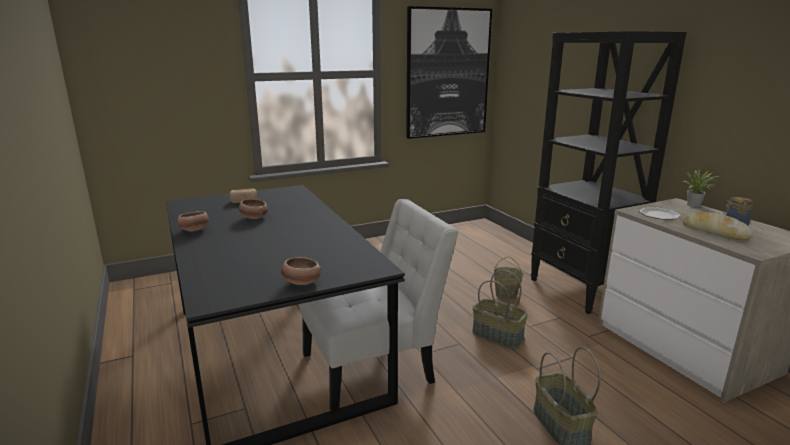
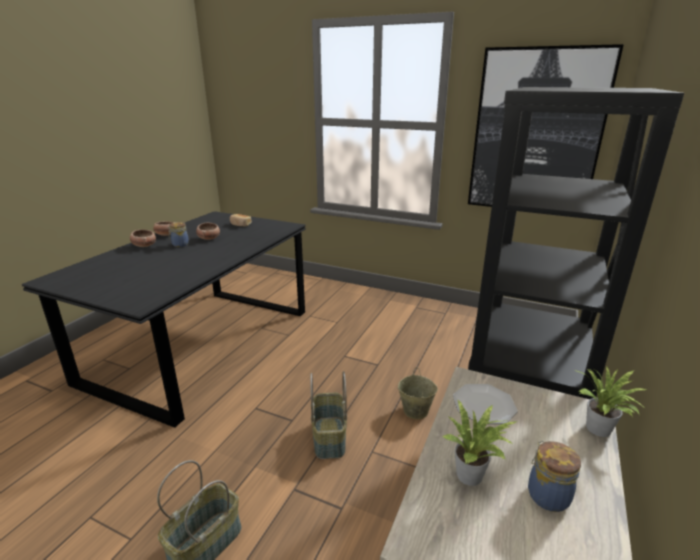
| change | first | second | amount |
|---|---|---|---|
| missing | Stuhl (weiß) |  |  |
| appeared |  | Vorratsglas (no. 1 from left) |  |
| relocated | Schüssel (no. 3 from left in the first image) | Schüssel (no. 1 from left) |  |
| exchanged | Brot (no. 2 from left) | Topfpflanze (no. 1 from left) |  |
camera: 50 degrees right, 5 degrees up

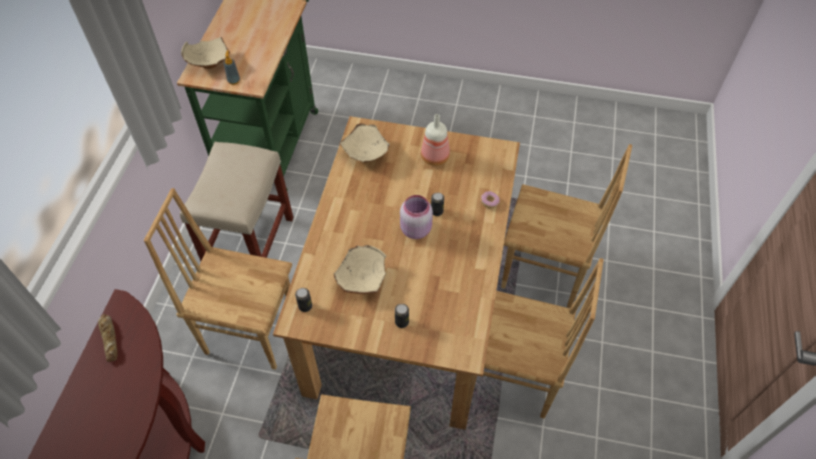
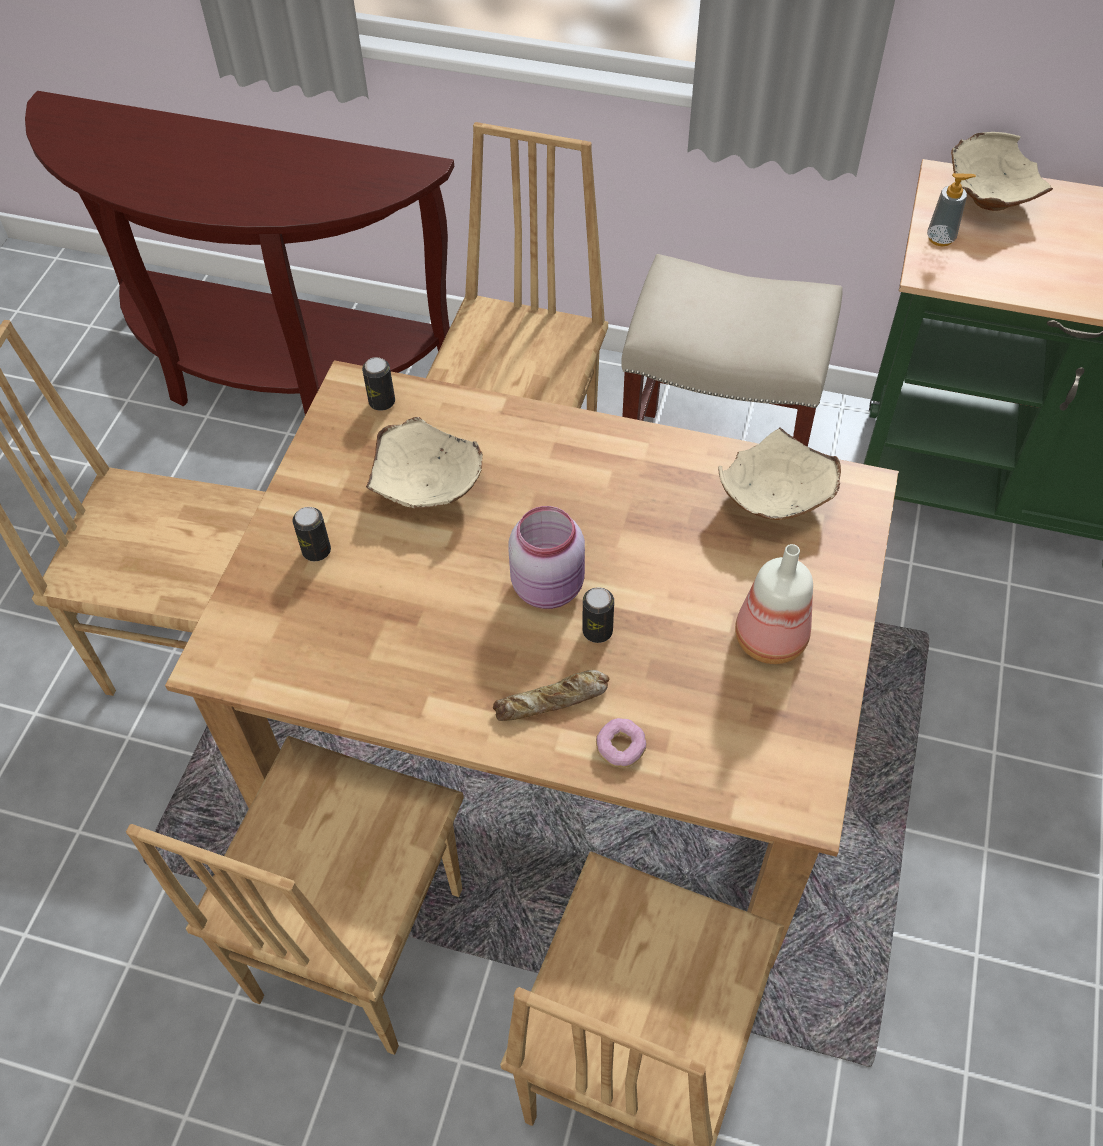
| change | first | second | amount |
|---|---|---|---|
| relocated | Brot |  |  |
camera: 95 degrees right, 0 degrees up

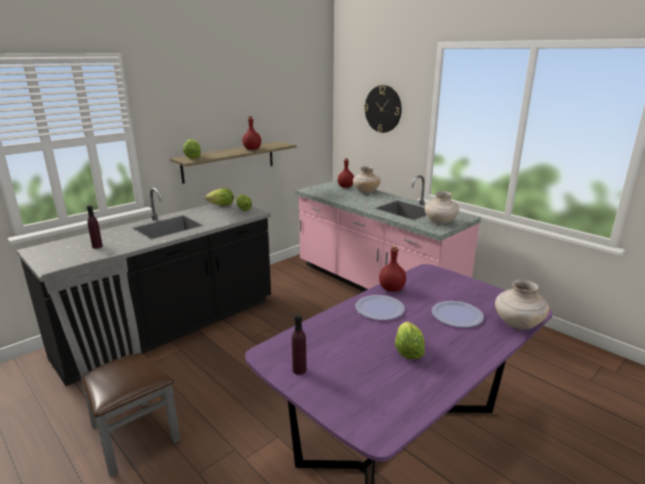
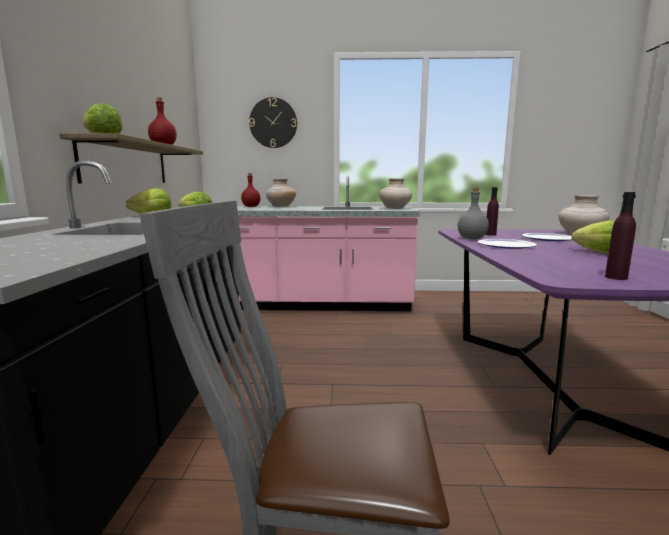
| change | first | second | amount |
|---|---|---|---|
| relocated | Flasche (lila) (no. 1 from left) |  |  |
| colour | Flasche (rot) (no. 3 from left) | Flasche (grau) |  |
camera: 45 degrees left, 10 degrees down

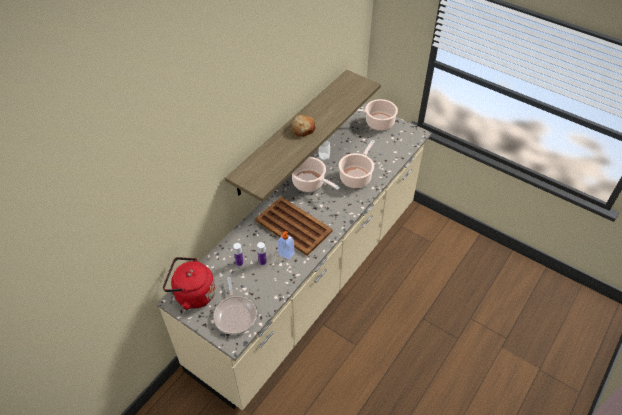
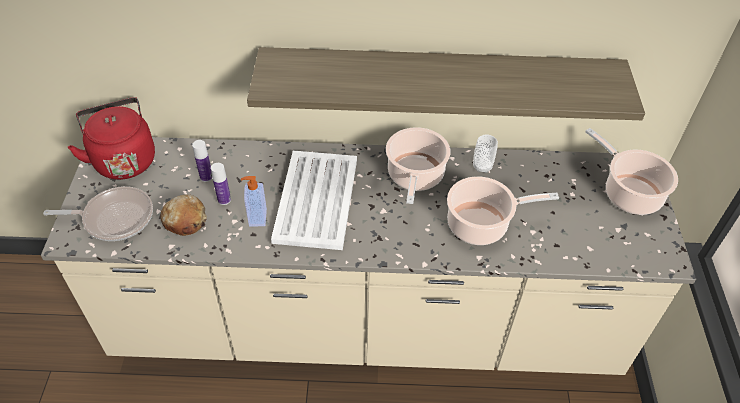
| change | first | second | amount |
|---|---|---|---|
| relocated | Brot |  |  |
| colour | Tablett (braun) | Tablett (weiß) |  |
| spun | Pfanne |  | 135 degrees counterclockwise |
camera: 55 degrees right, 0 degrees up

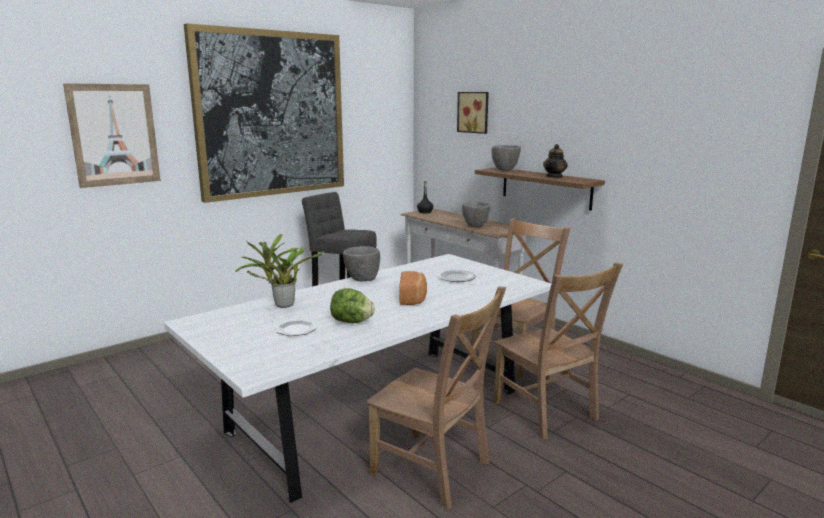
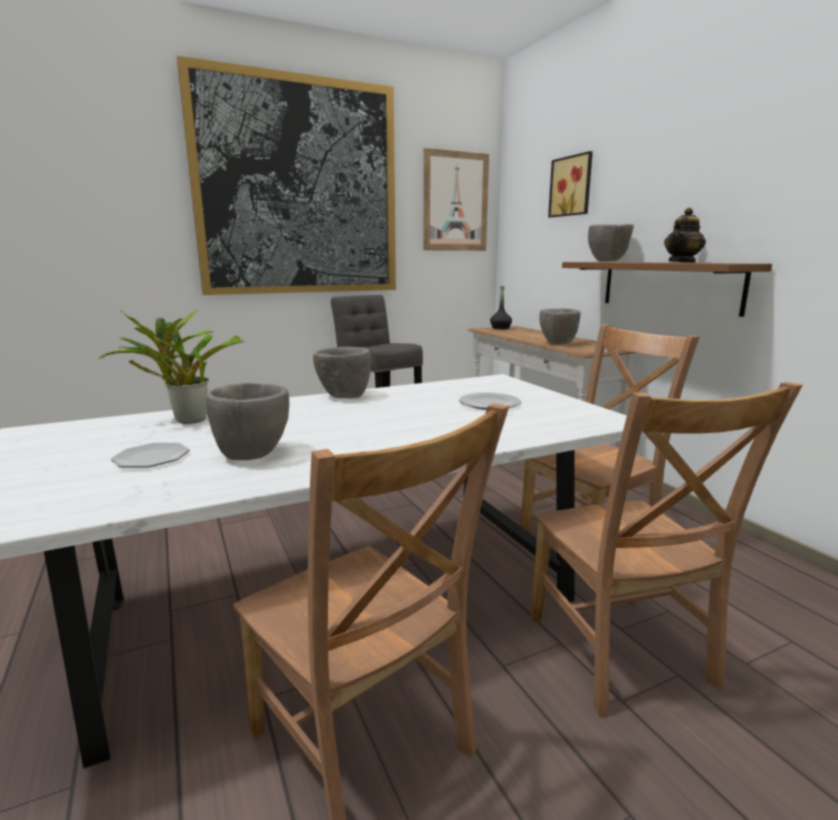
| change | first | second | amount |
|---|---|---|---|
| missing | Brot |  |  |
| relocated | Bild (no. 1 from left in the first image) | Bild (no. 2 from left) |  |
| exchanged | Salatkopf | Schüssel (grau) (no. 1 from left) |  |
camera: 15 degrees right, 0 degrees up

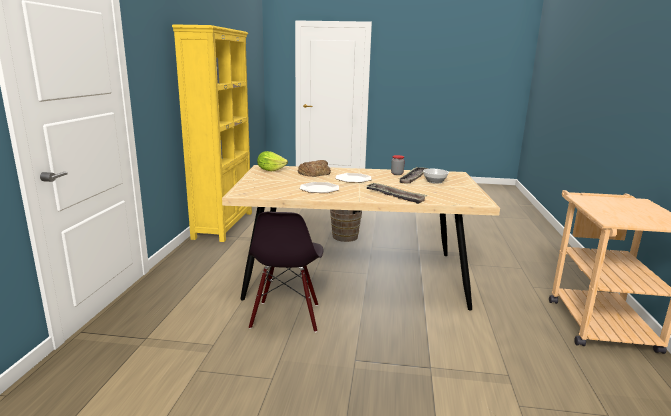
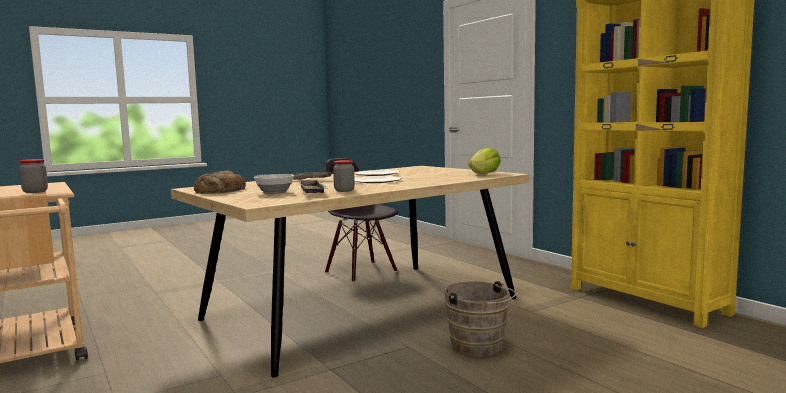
| change | first | second | amount |
|---|---|---|---|
| appeared |  | Vorratsglas (no. 1 from left) |  |
| relocated | Brot |  |  |
camera: 140 degrees right, 10 degrees down

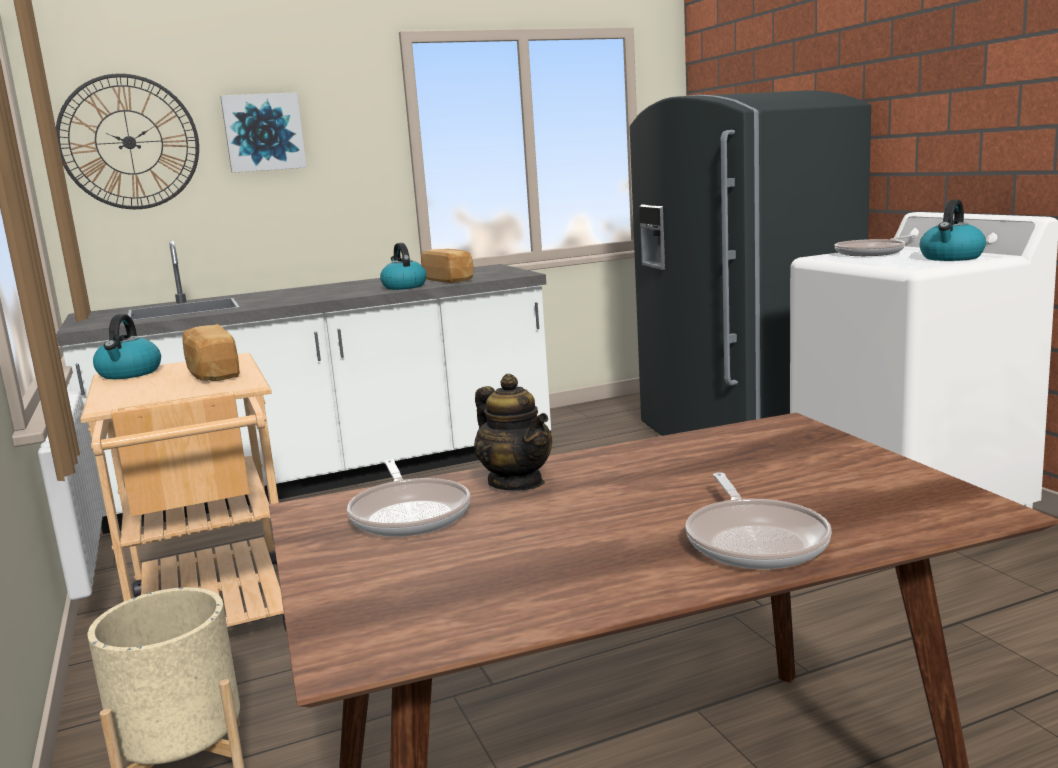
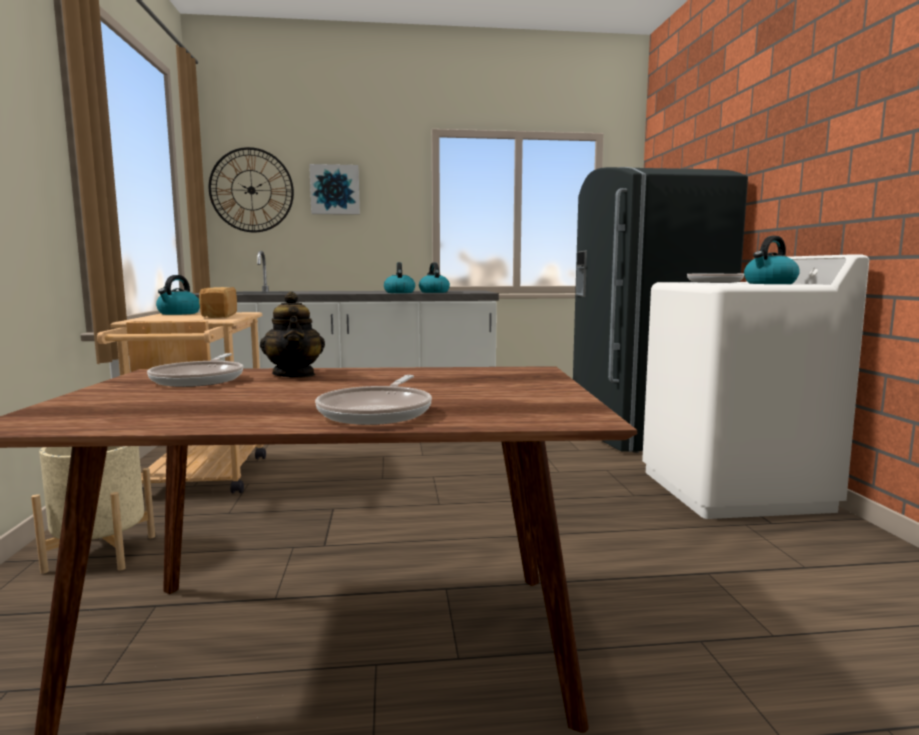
| change | first | second | amount |
|---|---|---|---|
| exchanged | Brot (no. 2 from left) | Wasserkessel (no. 3 from left) |  |
camera: 15 degrees right, 5 degrees down

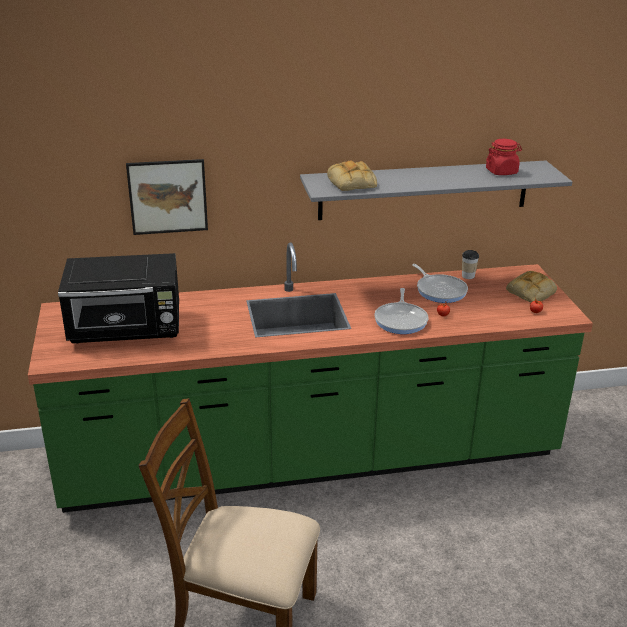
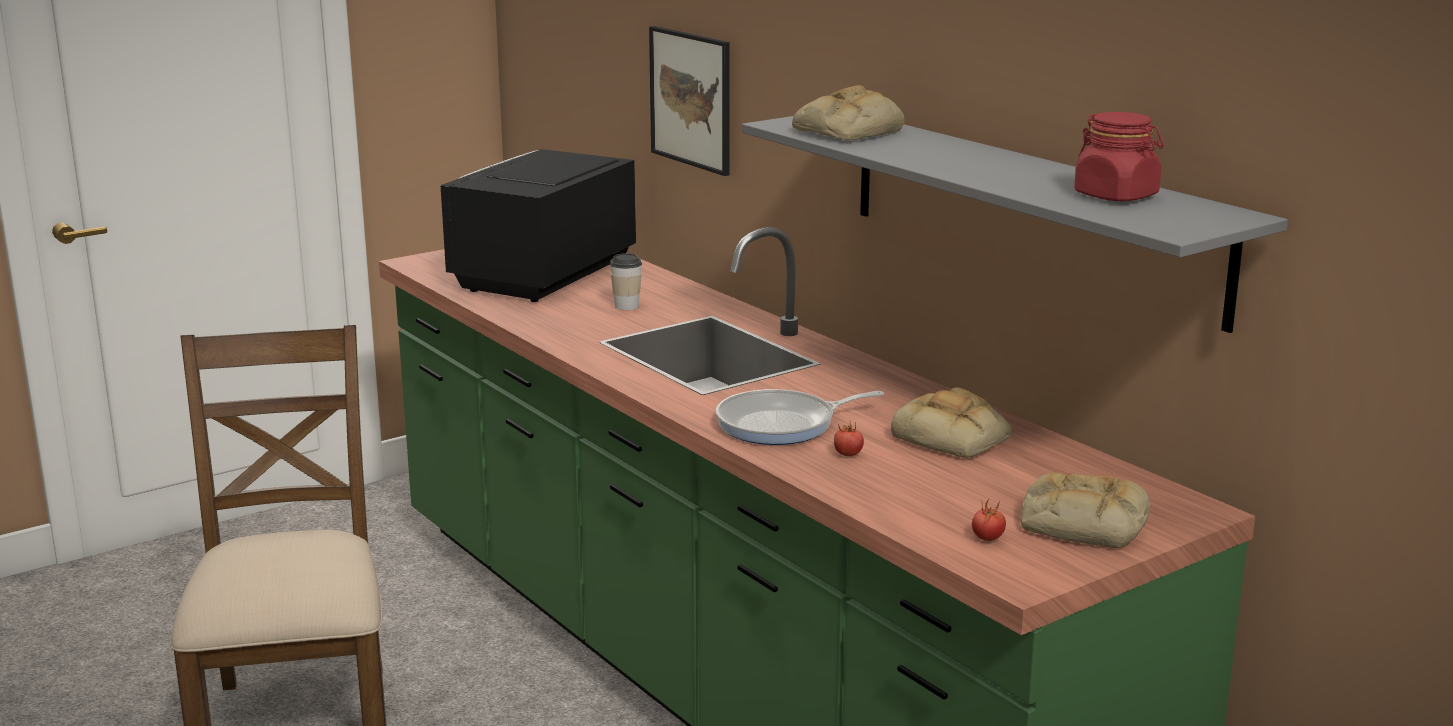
| change | first | second | amount |
|---|---|---|---|
| relocated | Tasse |  |  |
| exchanged | Pfanne (no. 2 from left) | Brot (no. 2 from left) |  |
| spun | Mikrowelle (schwarz) |  | 60 degrees clockwise |
camera: 65 degrees right, 10 degrees down

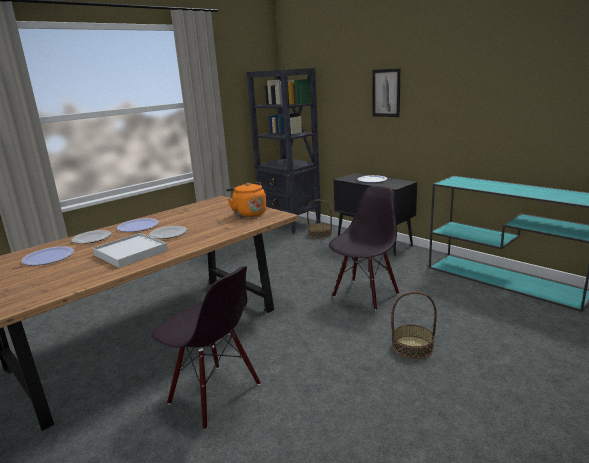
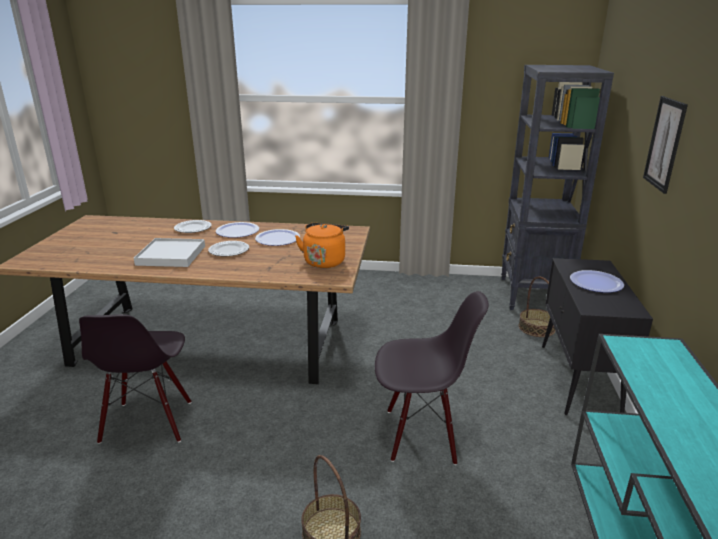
| change | first | second | amount |
|---|---|---|---|
| relocated | Teller (no. 1 from left in the first image) | Teller (no. 4 from left) |  |
camera: 50 degrees right, 5 degrees up

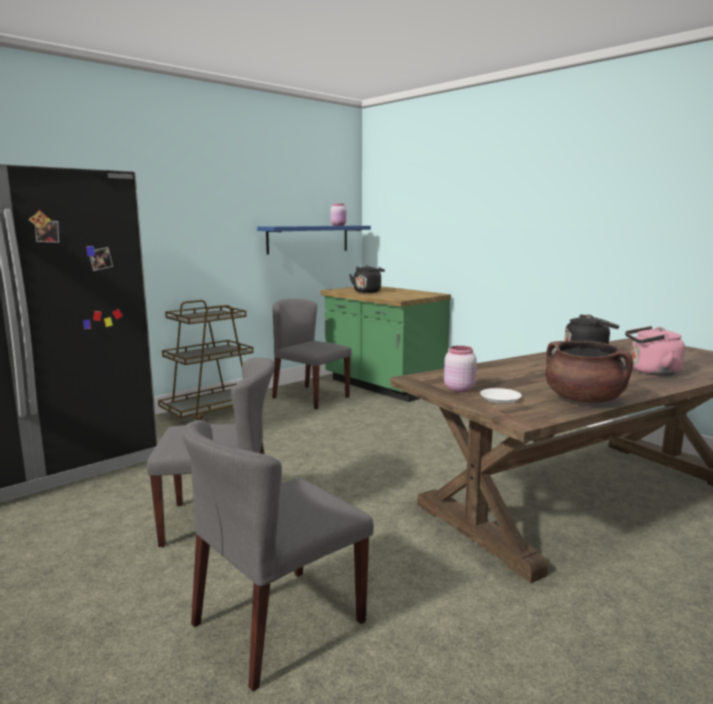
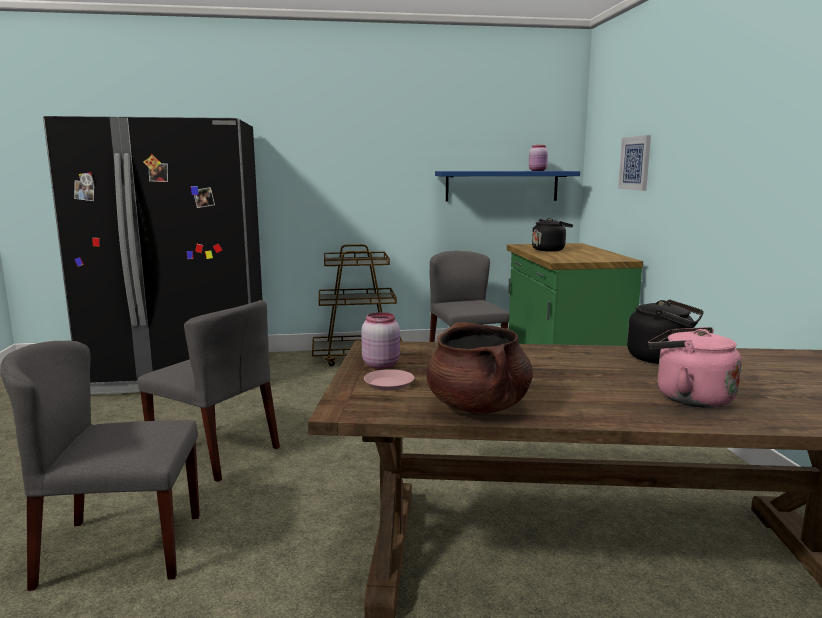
| change | first | second | amount |
|---|---|---|---|
| appeared |  | Bild |  |
| colour | Teller (weiß) | Teller (rosa) |  |
camera: 35 degrees right, 0 degrees up

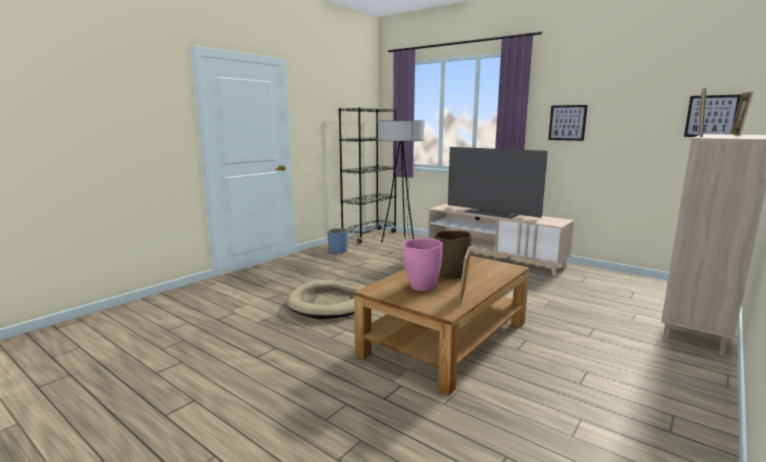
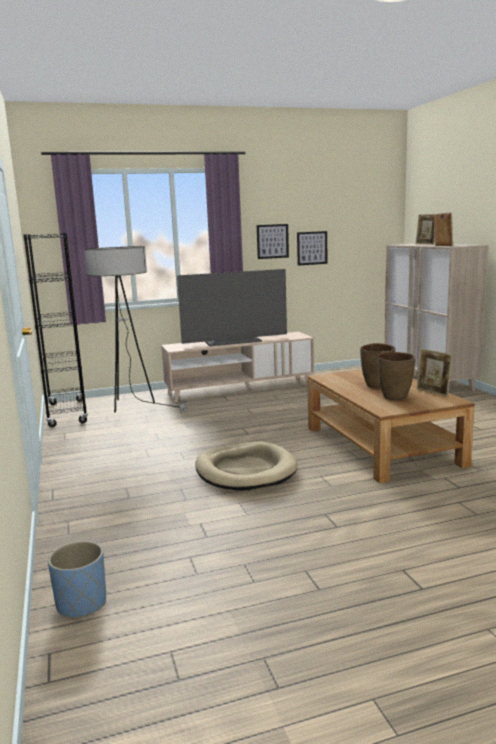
| change | first | second | amount |
|---|---|---|---|
| relocated | Pflanzkübel (blau) |  |  |
| relocated | Bild (no. 2 from left) |  |  |
| colour | Vase (rosa) | Vase (braun) (no. 2 from left) |  |
camera: 55 degrees left, 0 degrees up

